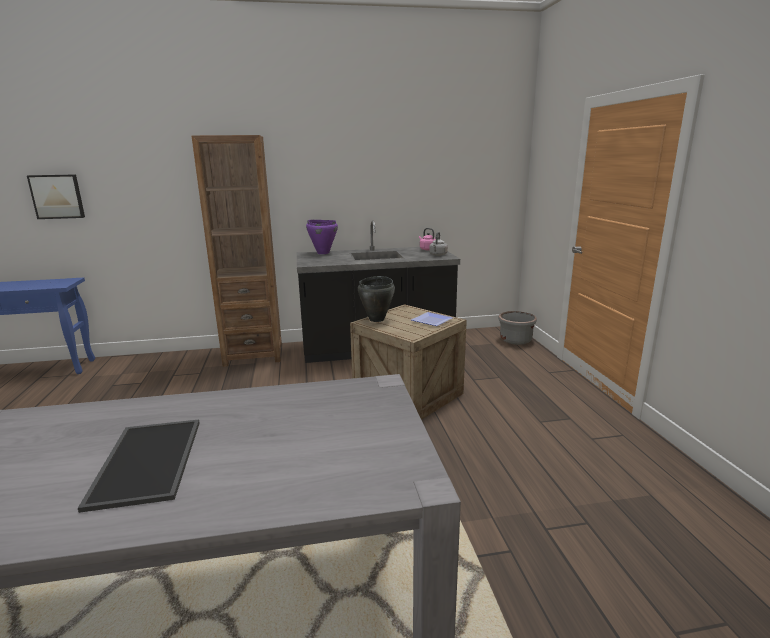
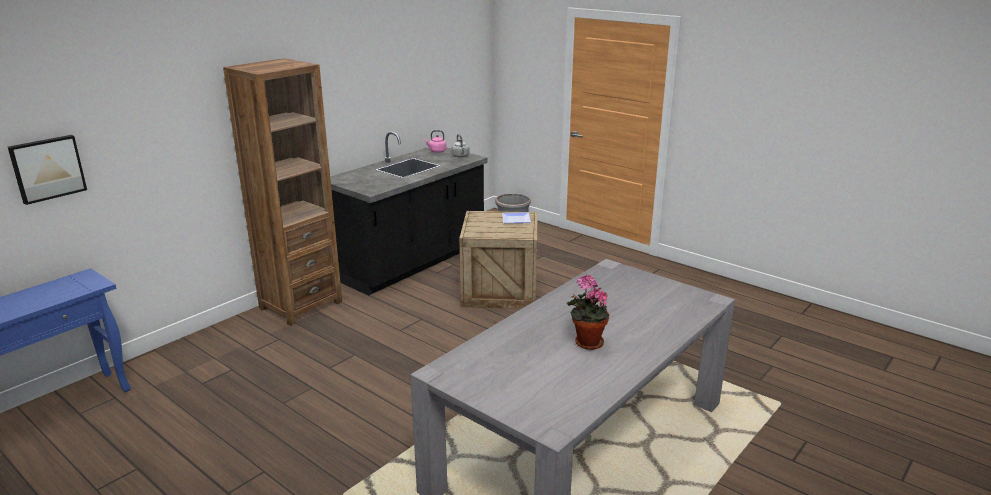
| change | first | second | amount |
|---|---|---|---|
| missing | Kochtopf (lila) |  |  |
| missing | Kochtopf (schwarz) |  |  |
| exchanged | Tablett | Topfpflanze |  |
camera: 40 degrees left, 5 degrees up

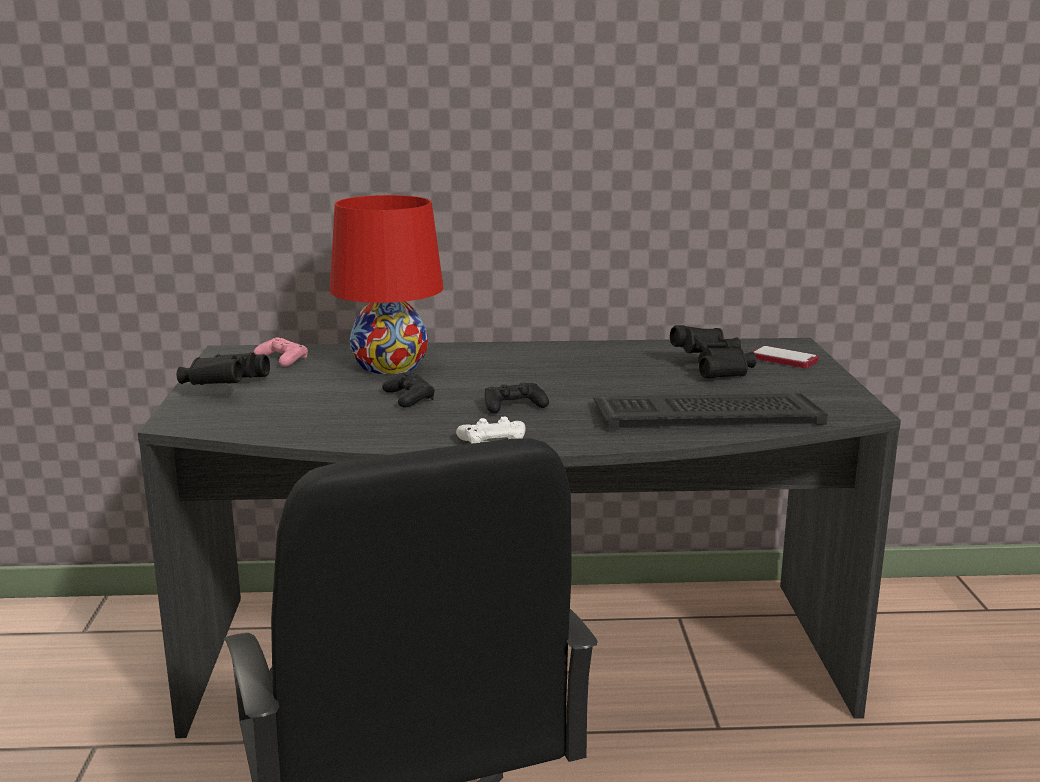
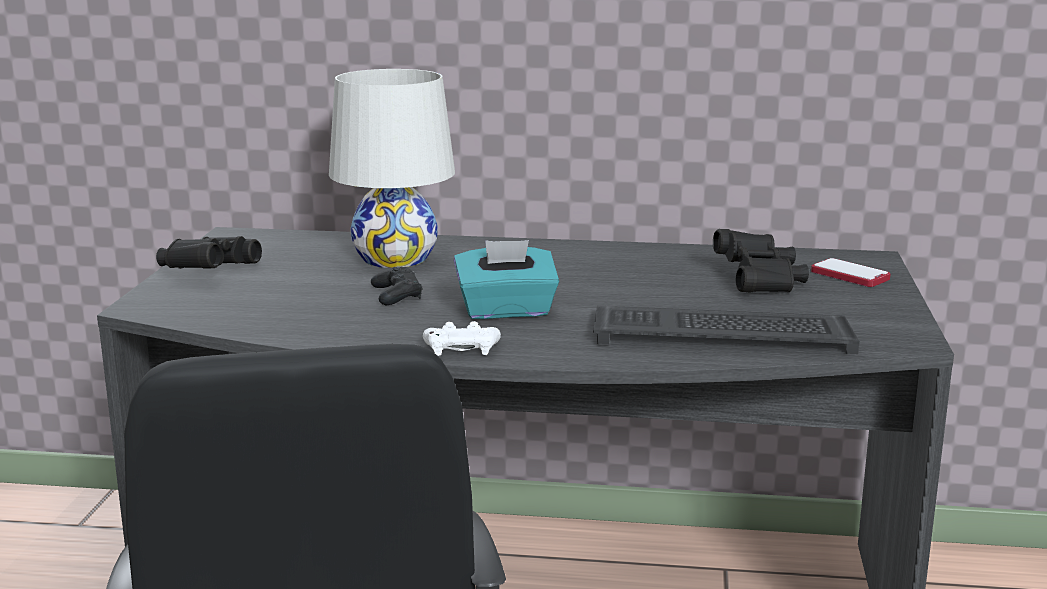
| change | first | second | amount |
|---|---|---|---|
| missing | Gamepad (rosa) |  |  |
| exchanged | Gamepad (schwarz) (no. 2 from left) | Taschentuchbox (türkis) |  |
| colour | Tischlampe (rot) | Tischlampe (weiß) |  |
camera: 10 degrees right, 0 degrees up

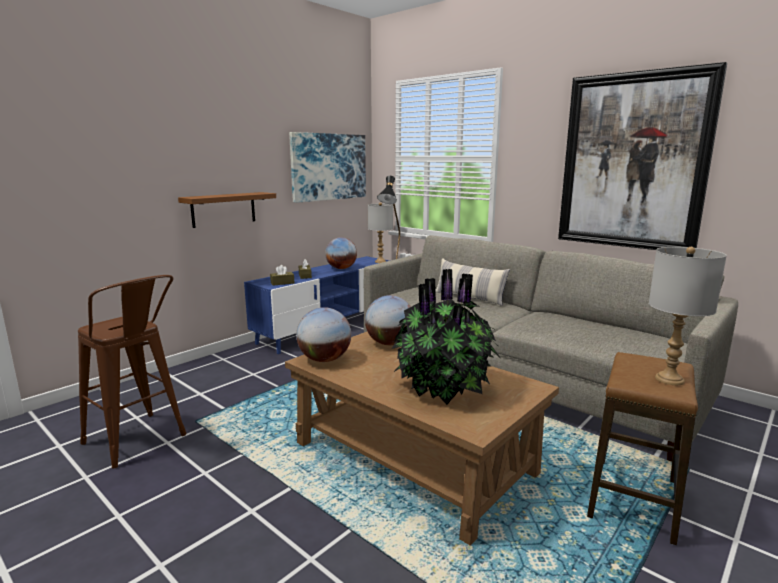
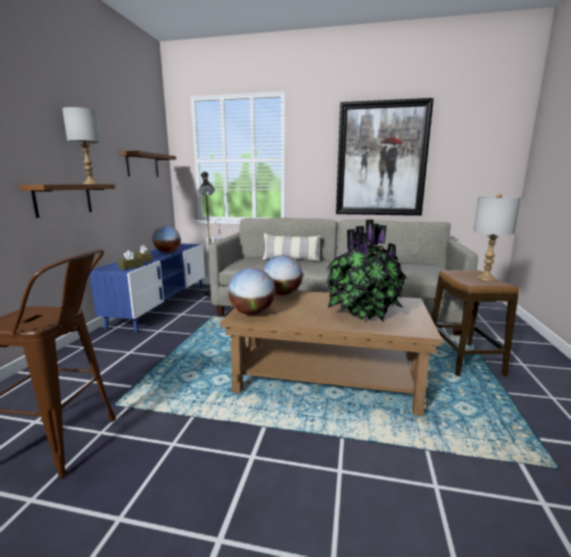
| change | first | second | amount |
|---|---|---|---|
| relocated | Tischlampe (grau) (no. 1 from left) |  |  |
| exchanged | Bild (no. 1 from left) | Wandregal (braun) (no. 2 from left) |  |
camera: 30 degrees left, 0 degrees up

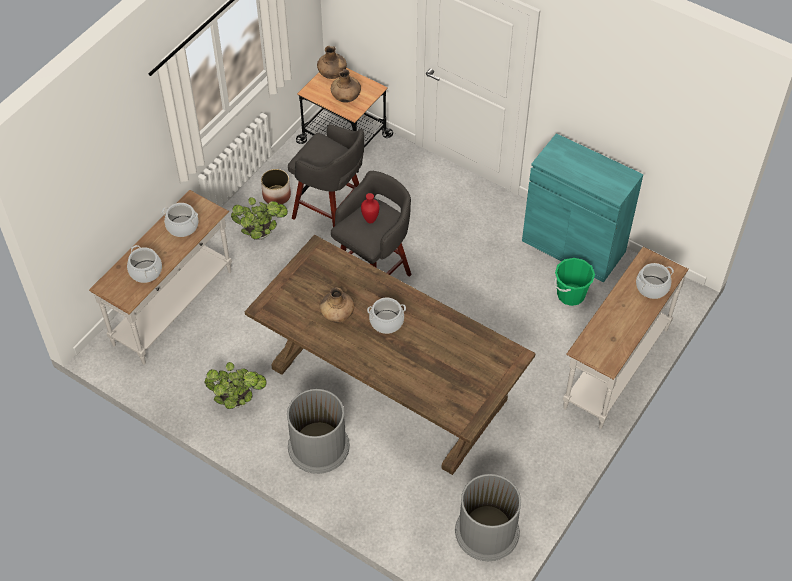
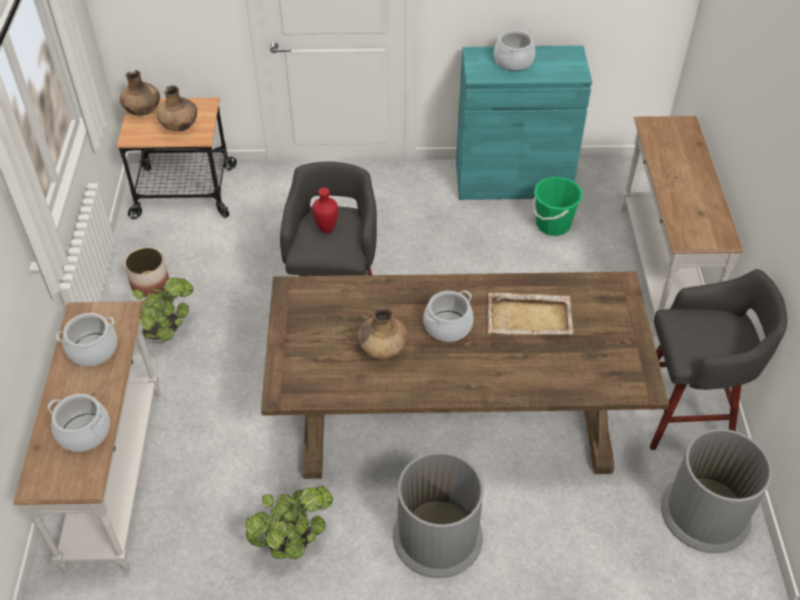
| change | first | second | amount |
|---|---|---|---|
| appeared |  | Tablett (beige) |  |
| relocated | Hocker (grau) (no. 1 from left in the first image) | Hocker (grau) (no. 2 from left) |  |
| relocated | Kochtopf (no. 4 from left) |  |  |
camera: 35 degrees left, 5 degrees down

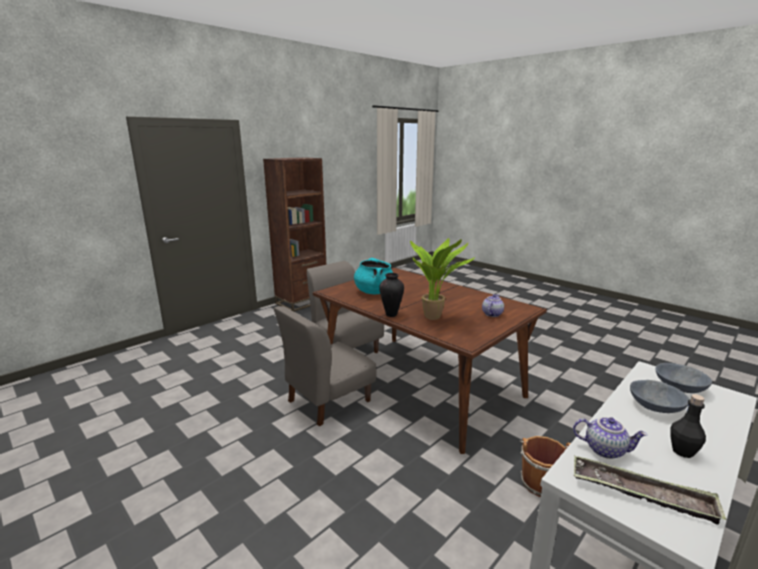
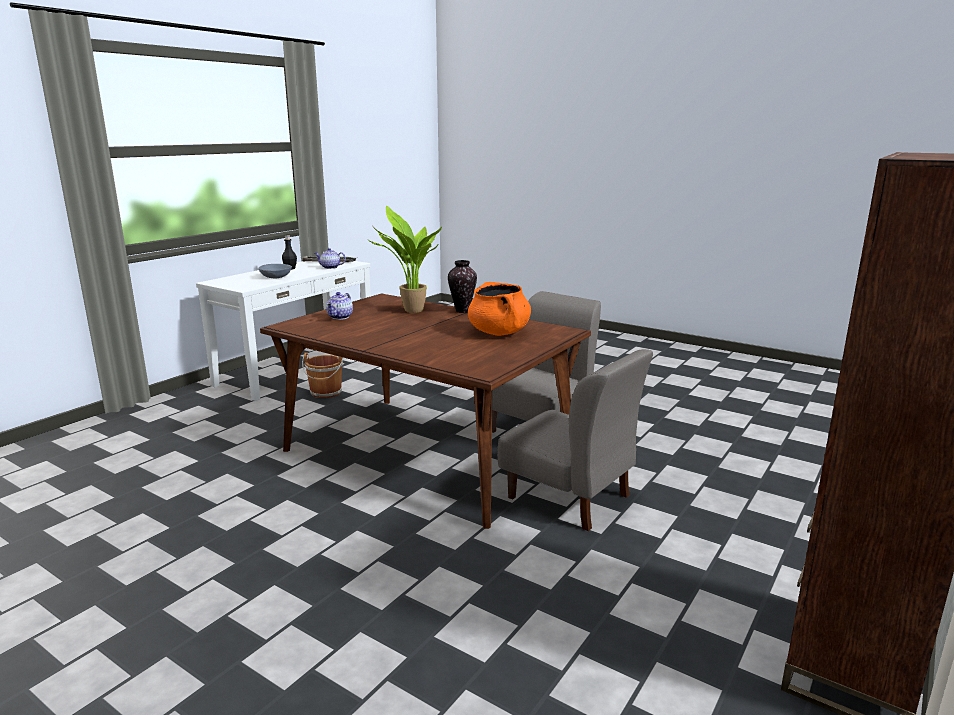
| change | first | second | amount |
|---|---|---|---|
| missing | Schüssel (grau) (no. 2 from left) |  |  |
| colour | Kochtopf (türkis) | Kochtopf (orange) |  |
camera: 170 degrees right, 0 degrees up

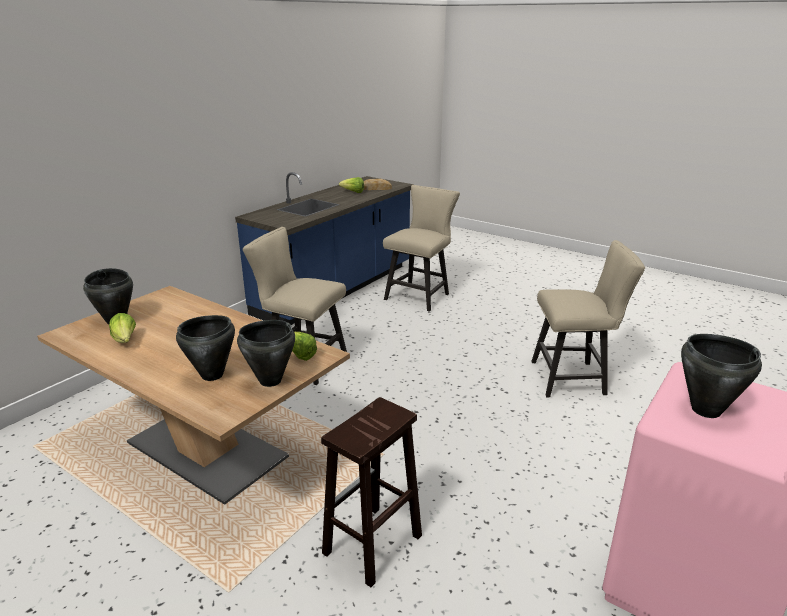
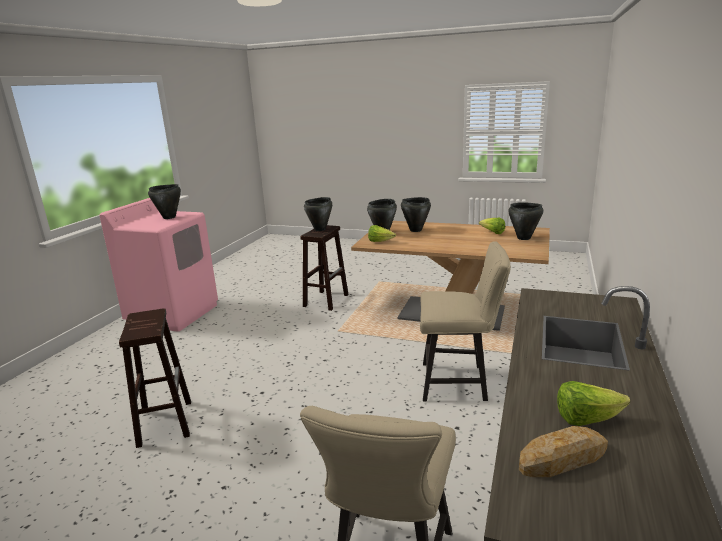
| change | first | second | amount |
|---|---|---|---|
| appeared |  | Kochtopf (schwarz) (no. 2 from left) |  |
| exchanged | Stuhl (beige) (no. 3 from left) | Hocker (braun) (no. 1 from left) |  |
camera: 165 degrees right, 5 degrees down

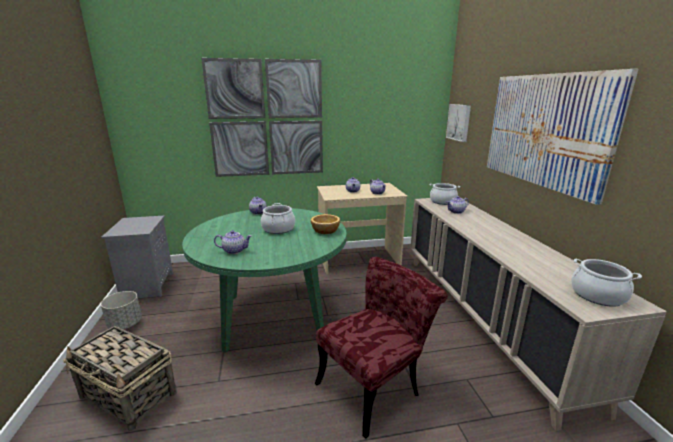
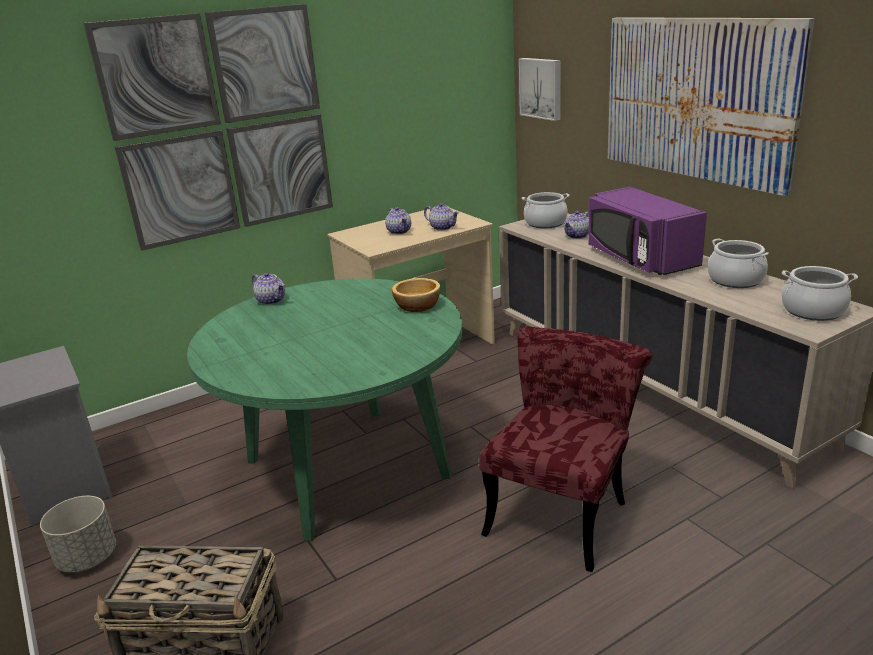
| change | first | second | amount |
|---|---|---|---|
| missing | Teekanne (no. 1 from left) |  |  |
| appeared |  | Mikrowelle (lila) |  |
| relocated | Kochtopf (no. 1 from left in the first image) | Kochtopf (no. 2 from left) |  |
camera: 20 degrees left, 5 degrees up

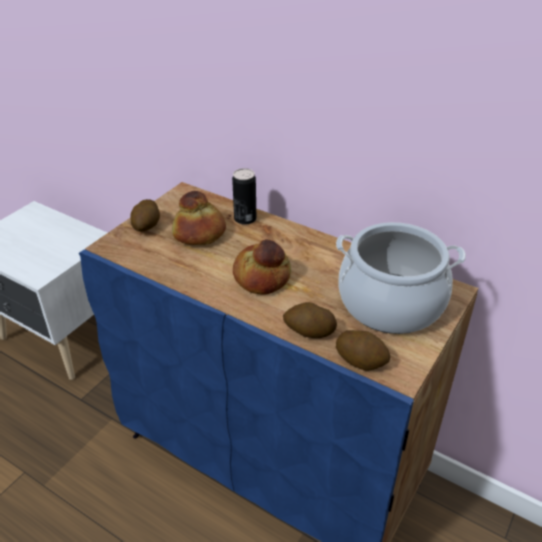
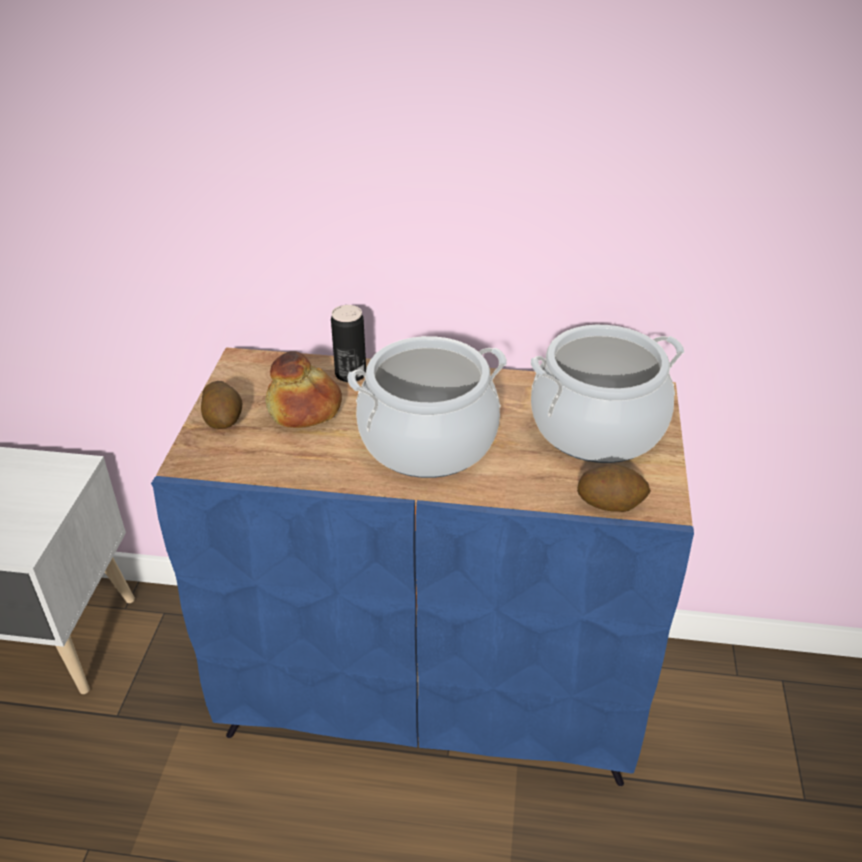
| change | first | second | amount |
|---|---|---|---|
| missing | Kartoffel (no. 2 from left) |  |  |
| exchanged | Brot (no. 2 from left) | Kochtopf (no. 1 from left) |  |
camera: 25 degrees left, 0 degrees up

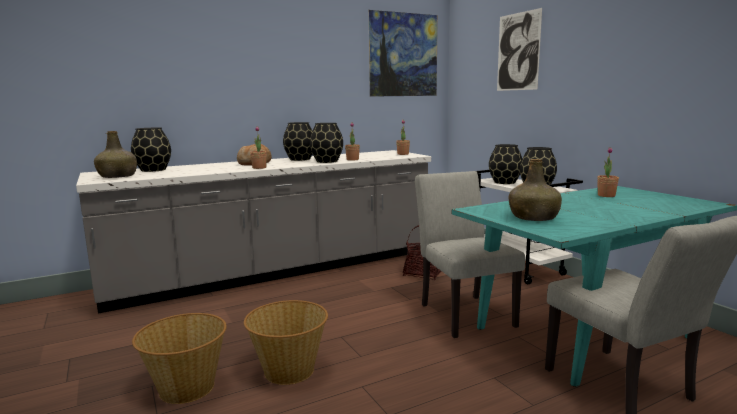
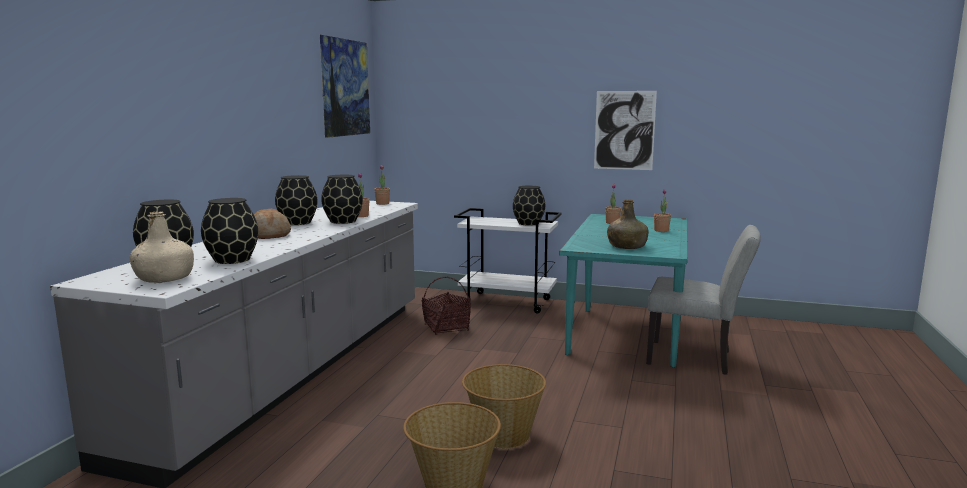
| change | first | second | amount |
|---|---|---|---|
| missing | Stuhl (grau) (no. 1 from left) |  |  |
| relocated | Topfpflanze (no. 1 from left in the first image) | Topfpflanze (no. 4 from left) |  |
| relocated | Vase (schwarz) (no. 4 from left in the first image) | Vase (schwarz) (no. 2 from left) |  |
| relocated | Bild (no. 2 from left) |  |  |
| colour | Flasche (grün) (no. 1 from left) | Flasche (beige) |  |
camera: 45 degrees left, 0 degrees up

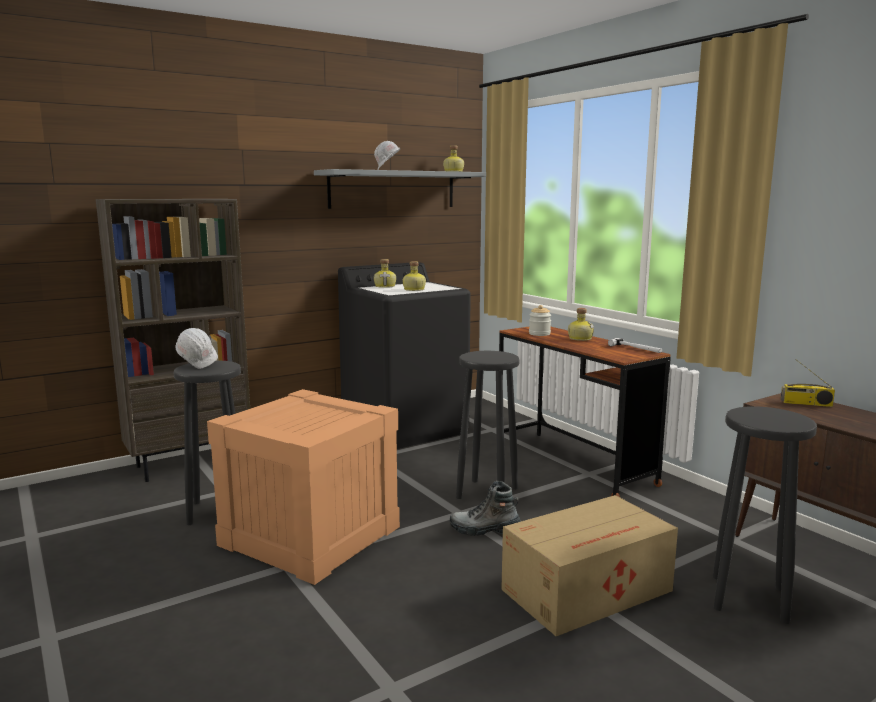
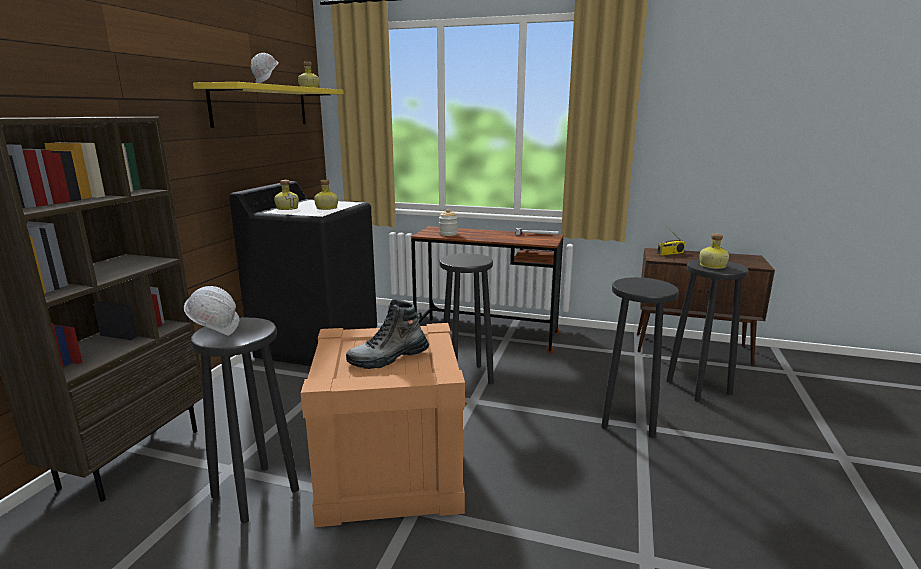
| change | first | second | amount |
|---|---|---|---|
| relocated | Stiefel |  |  |
| relocated | Flasche (no. 4 from left) |  |  |
| exchanged | Karton | Hocker (schwarz) (no. 3 from left) |  |
| colour | Wandregal (grau) | Wandregal (gelb) |  |
camera: 40 degrees left, 5 degrees up

